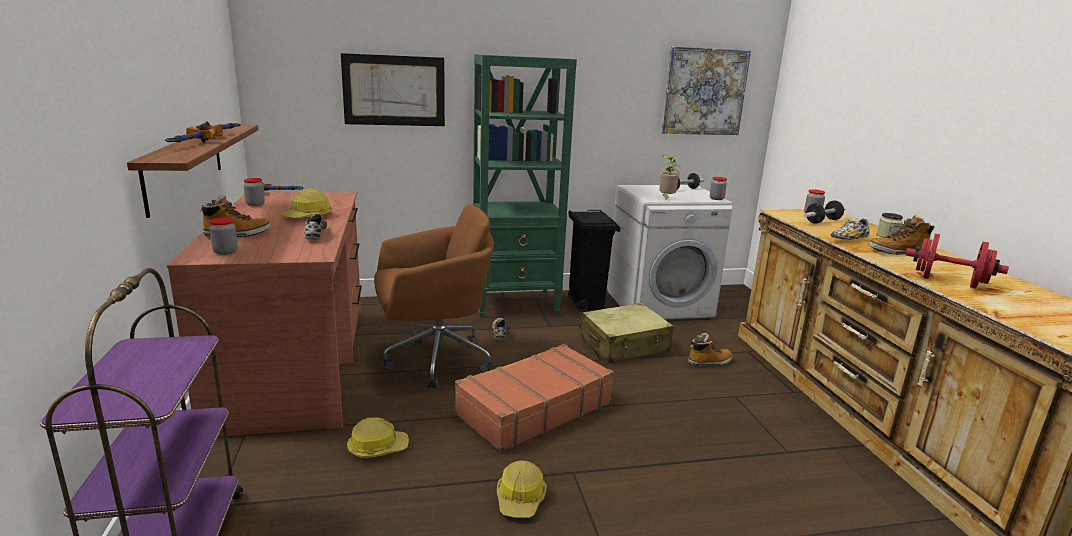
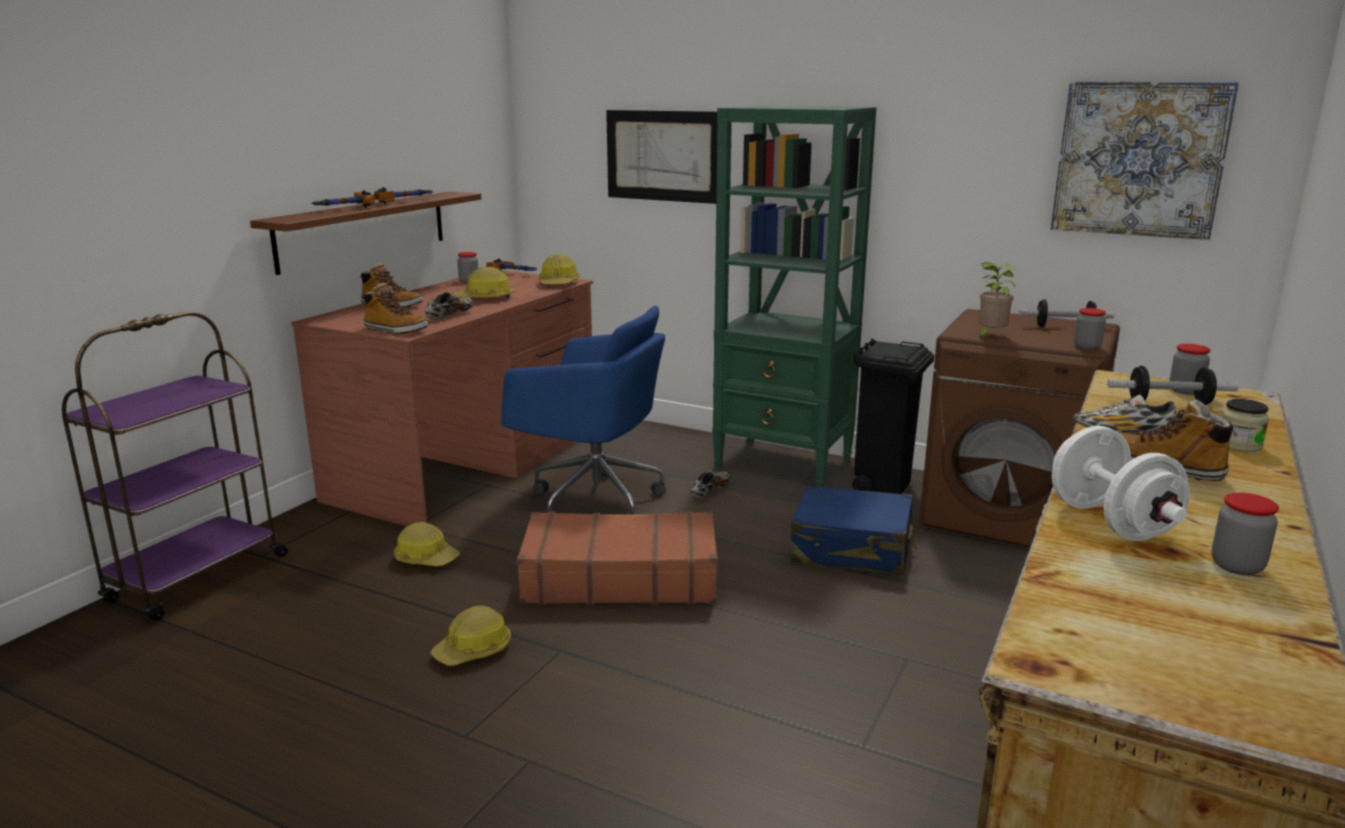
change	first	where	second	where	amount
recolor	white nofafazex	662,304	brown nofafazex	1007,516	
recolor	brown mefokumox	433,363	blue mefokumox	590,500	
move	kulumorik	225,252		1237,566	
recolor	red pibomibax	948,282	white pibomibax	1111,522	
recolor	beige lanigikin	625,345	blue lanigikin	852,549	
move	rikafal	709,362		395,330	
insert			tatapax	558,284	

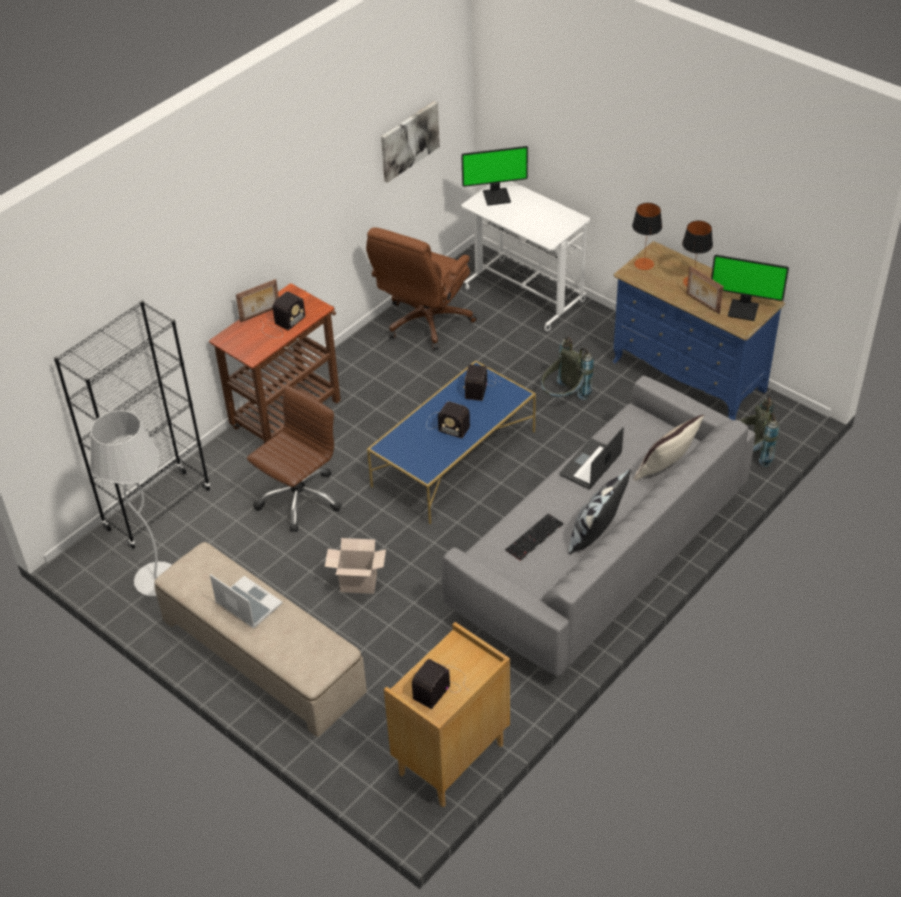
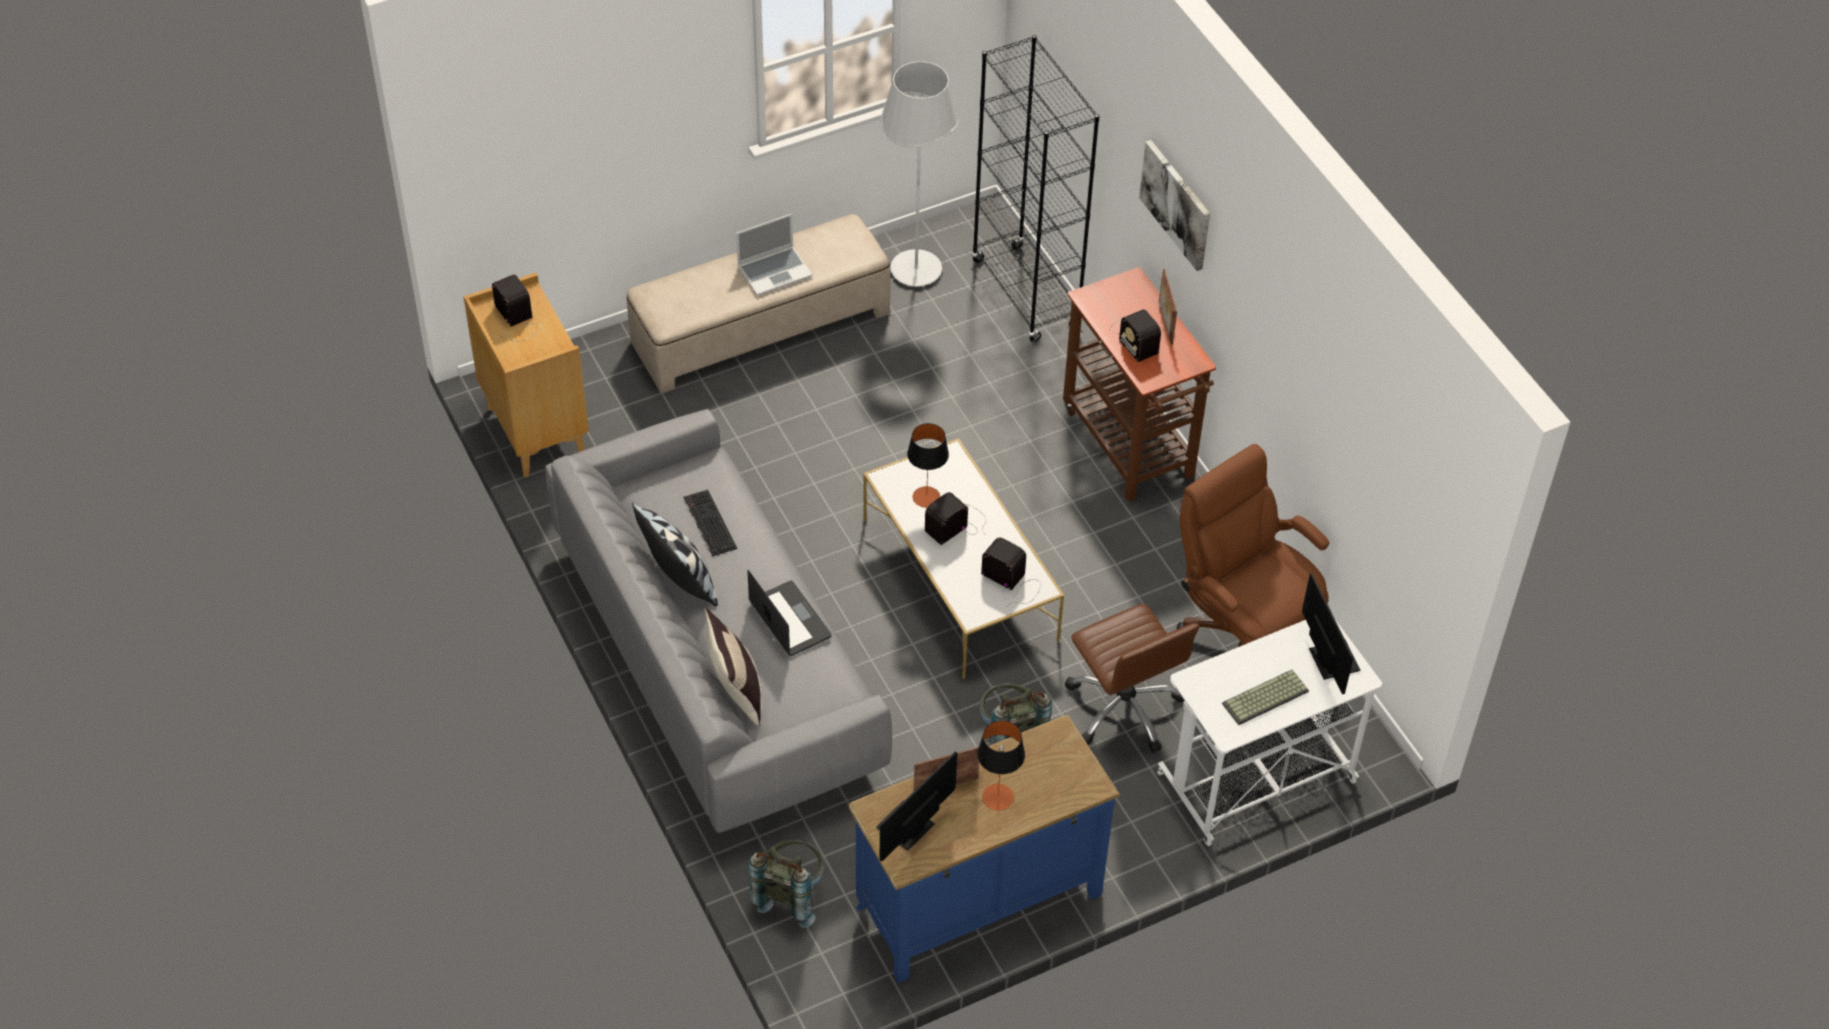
change	first	where	second	where	amount
move	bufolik	409,140		1176,204	
rotate	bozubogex	496,196		1331,660	150 degrees clockwise
move	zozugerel	644,264		926,497	
recolor	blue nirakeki	453,459	white nirakeki	959,578	
move	brown mefokumox	299,498		1124,707	
delete	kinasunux	357,584			
insert			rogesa	1265,699	

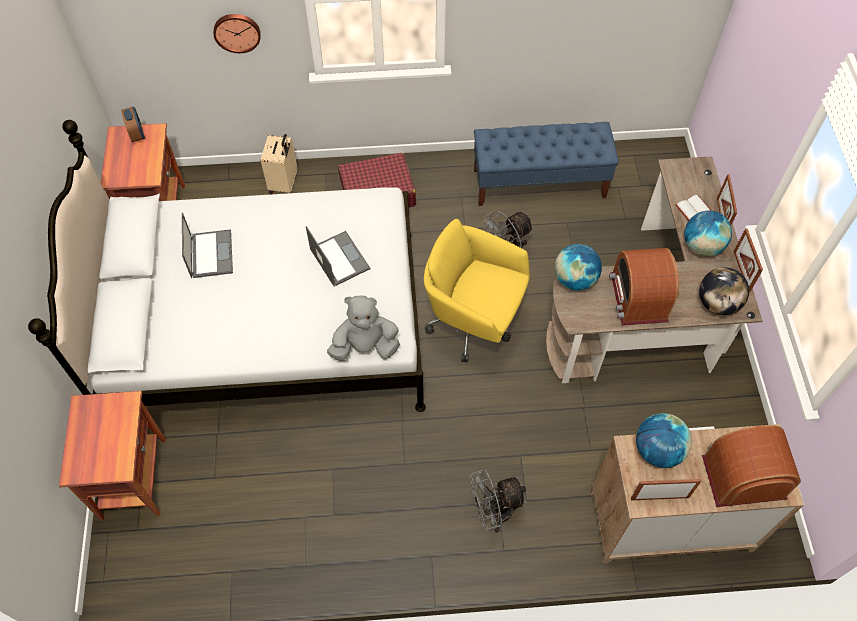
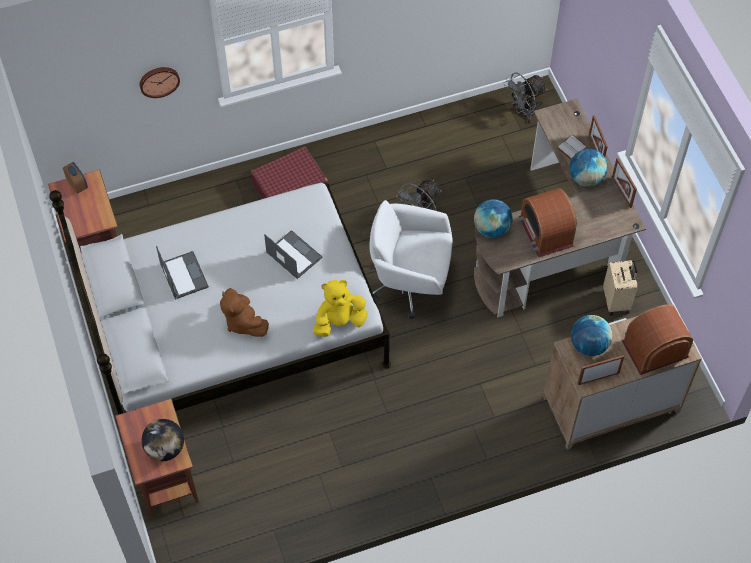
change	first	where	second	where	amount
delete	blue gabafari	539,183			
move	beige lanigikin	284,184		617,301	
recolor	yellow mefokumox	473,326	white mefokumox	410,286	
move	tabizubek	717,303		165,448	
recolor	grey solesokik	365,347	yellow solesokik	339,321	
move	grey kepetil	493,512		523,112	
insert			brown solesokik	243,322	

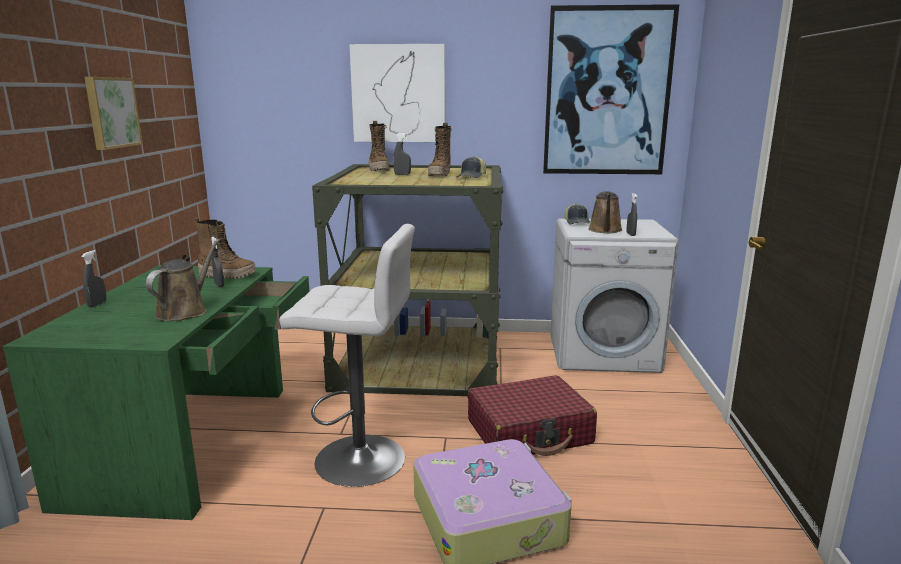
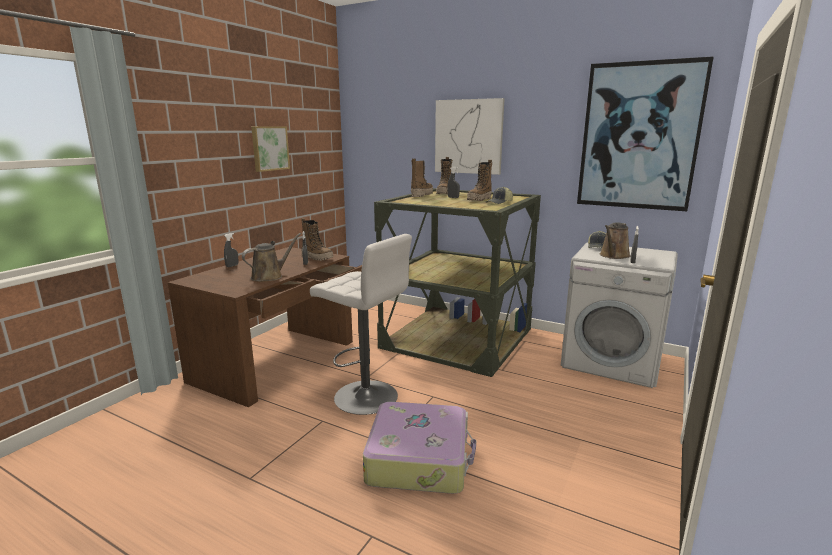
change	first	where	second	where	amount
recolor	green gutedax	197,441	brown gutedax	283,362	
delete	red lanigikin	529,432			
insert			rikafal	421,195	

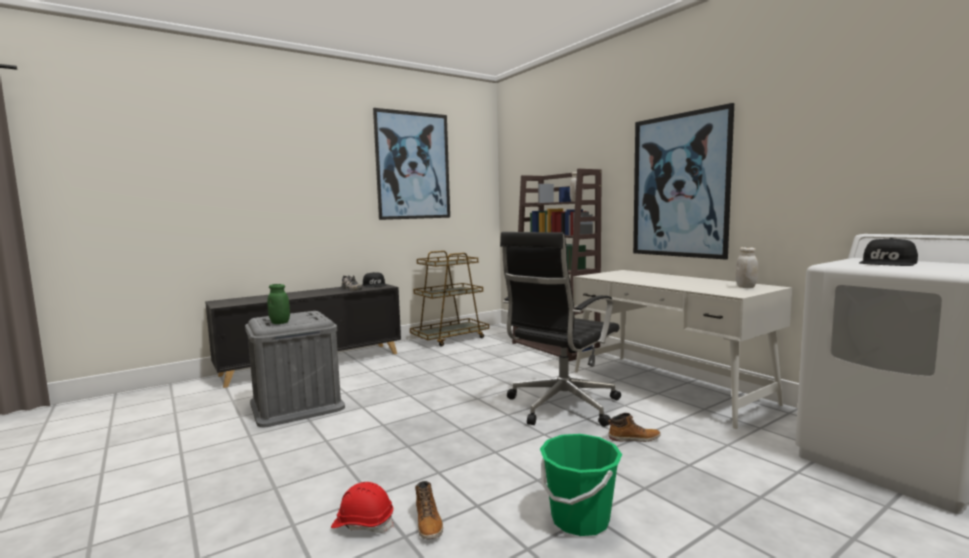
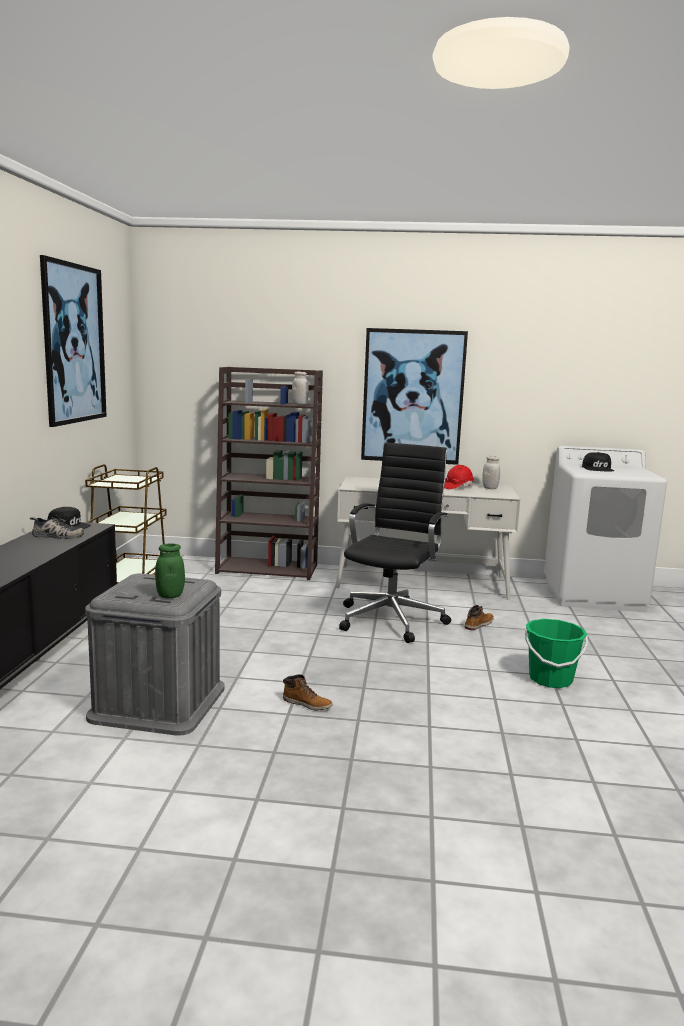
change	first	where	second	where	amount
rotate	black mefokumox	561,407		392,619	150 degrees counterclockwise
move	rikafal	428,523		307,704	
move	red tatapax	363,524		457,487	

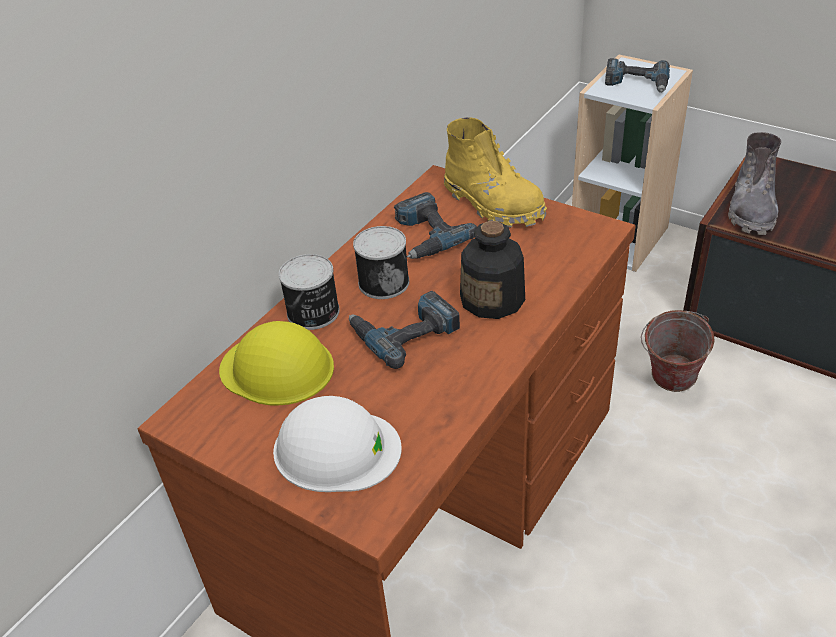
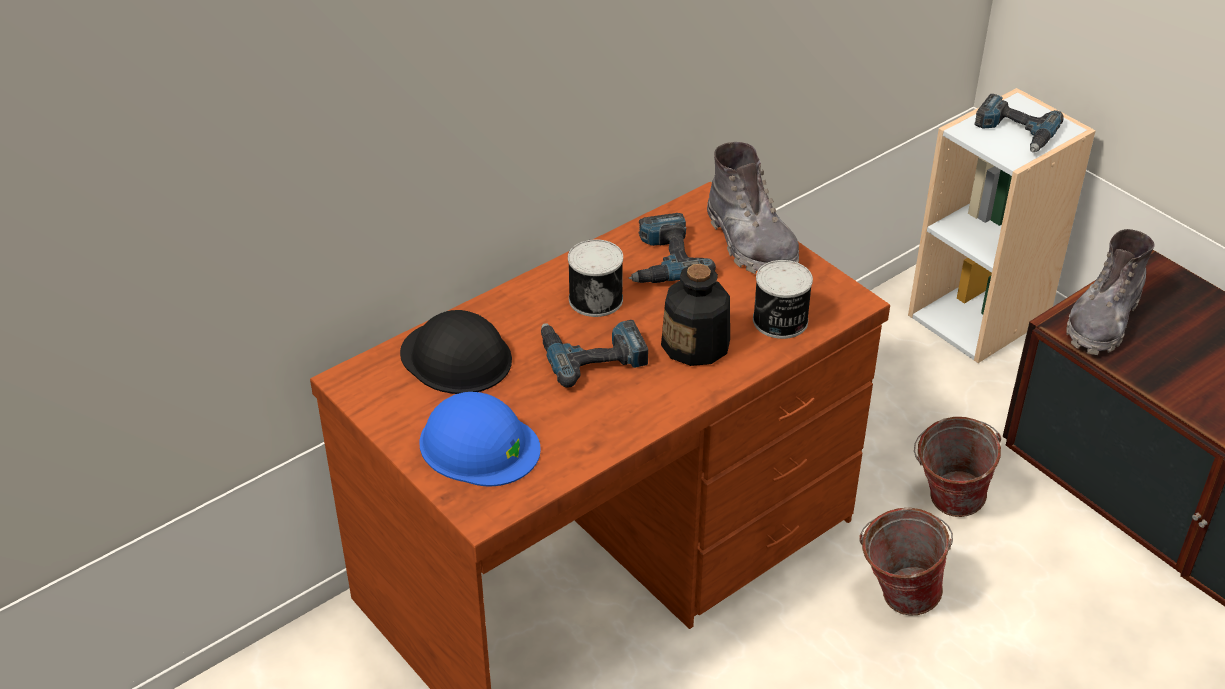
change	first	where	second	where	amount
recolor	yellow rikafal	493,204	grey rikafal	751,243	
move	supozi	313,313		780,321	
recolor	yellow tatapax	277,368	black tatapax	456,357	
recolor	white tatapax	336,449	blue tatapax	478,445	
insert			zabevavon	896,597	

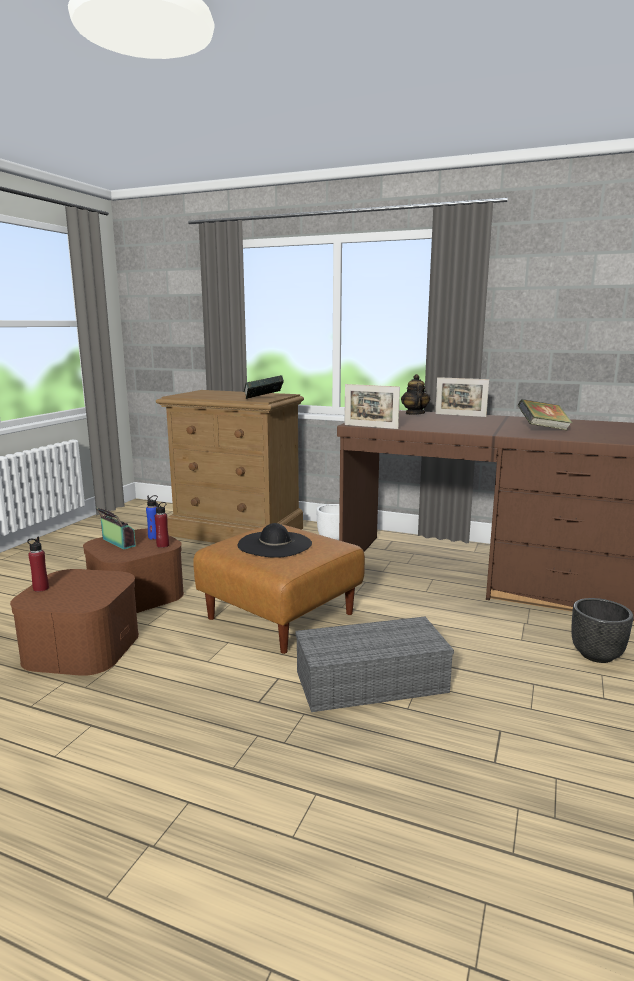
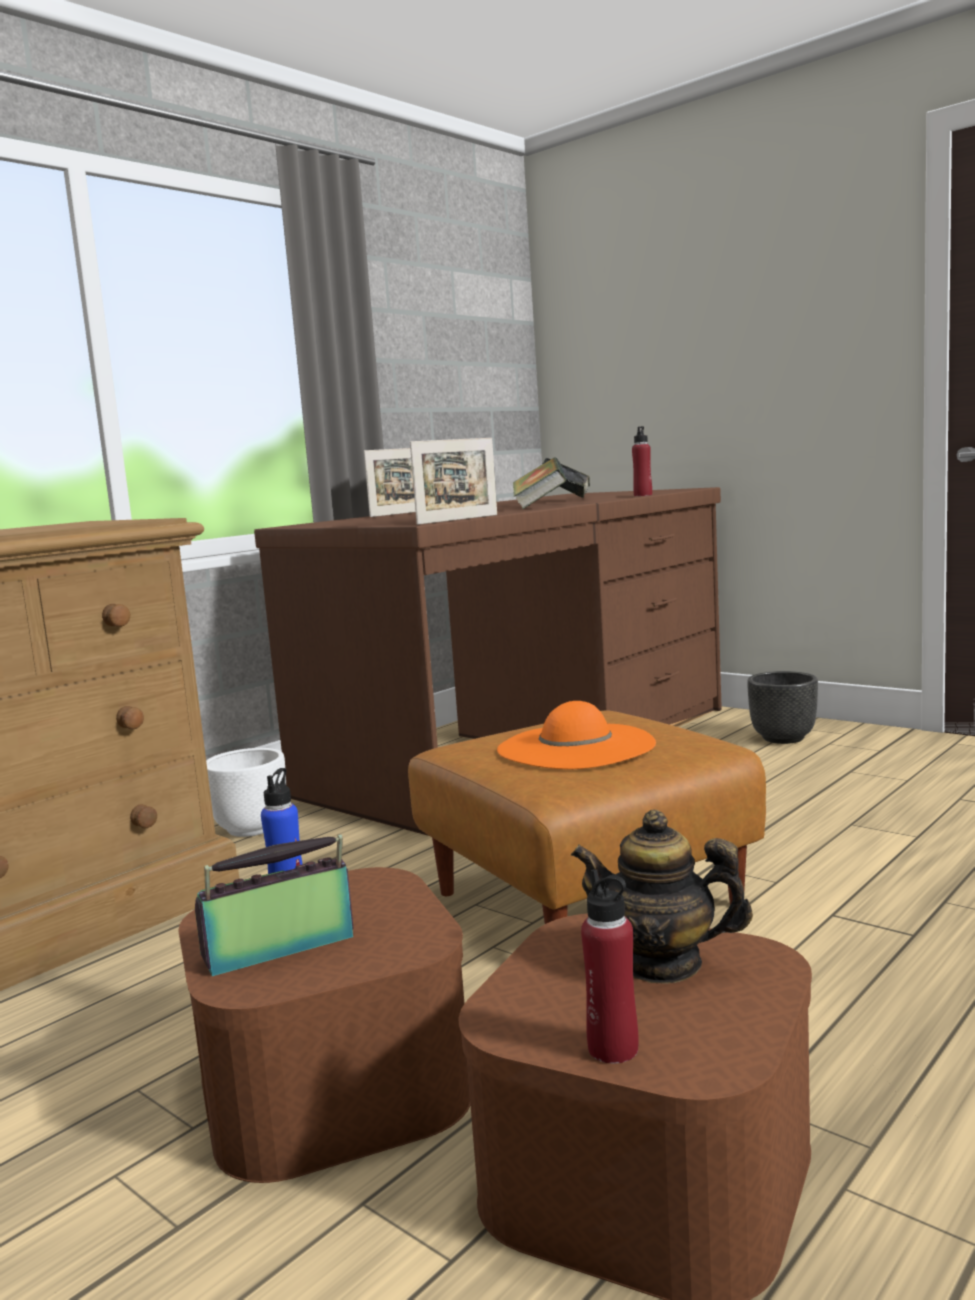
change	first	where	second	where	amount
move	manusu	414,414		661,964	
move	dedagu	263,399		539,506	
move	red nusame	163,545		643,495	
recolor	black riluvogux	274,544	orange riluvogux	576,746	
delete	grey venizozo	369,683			

